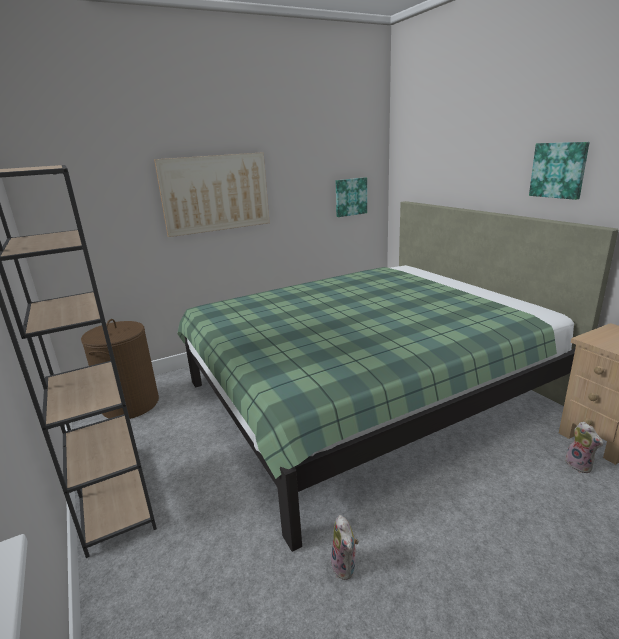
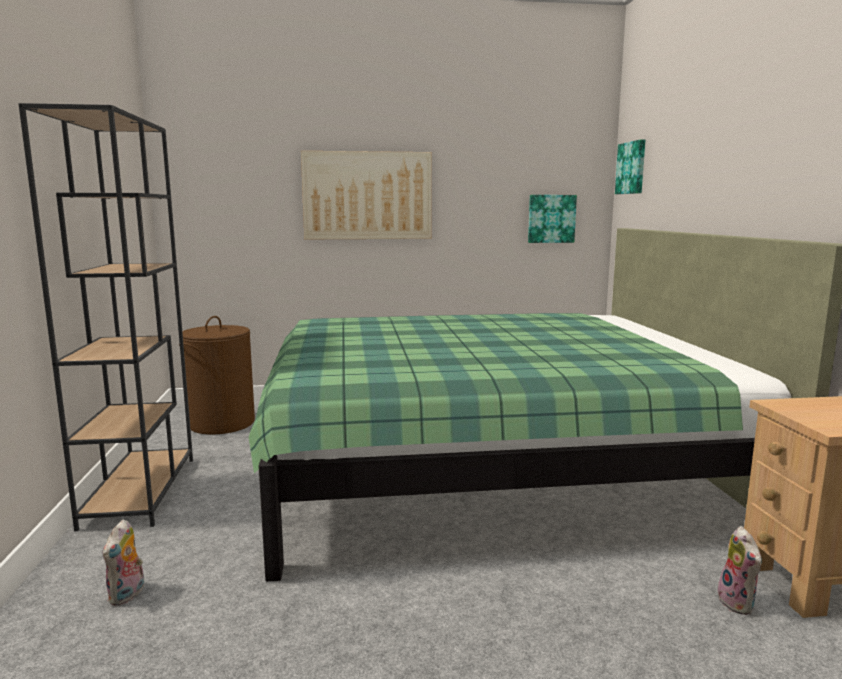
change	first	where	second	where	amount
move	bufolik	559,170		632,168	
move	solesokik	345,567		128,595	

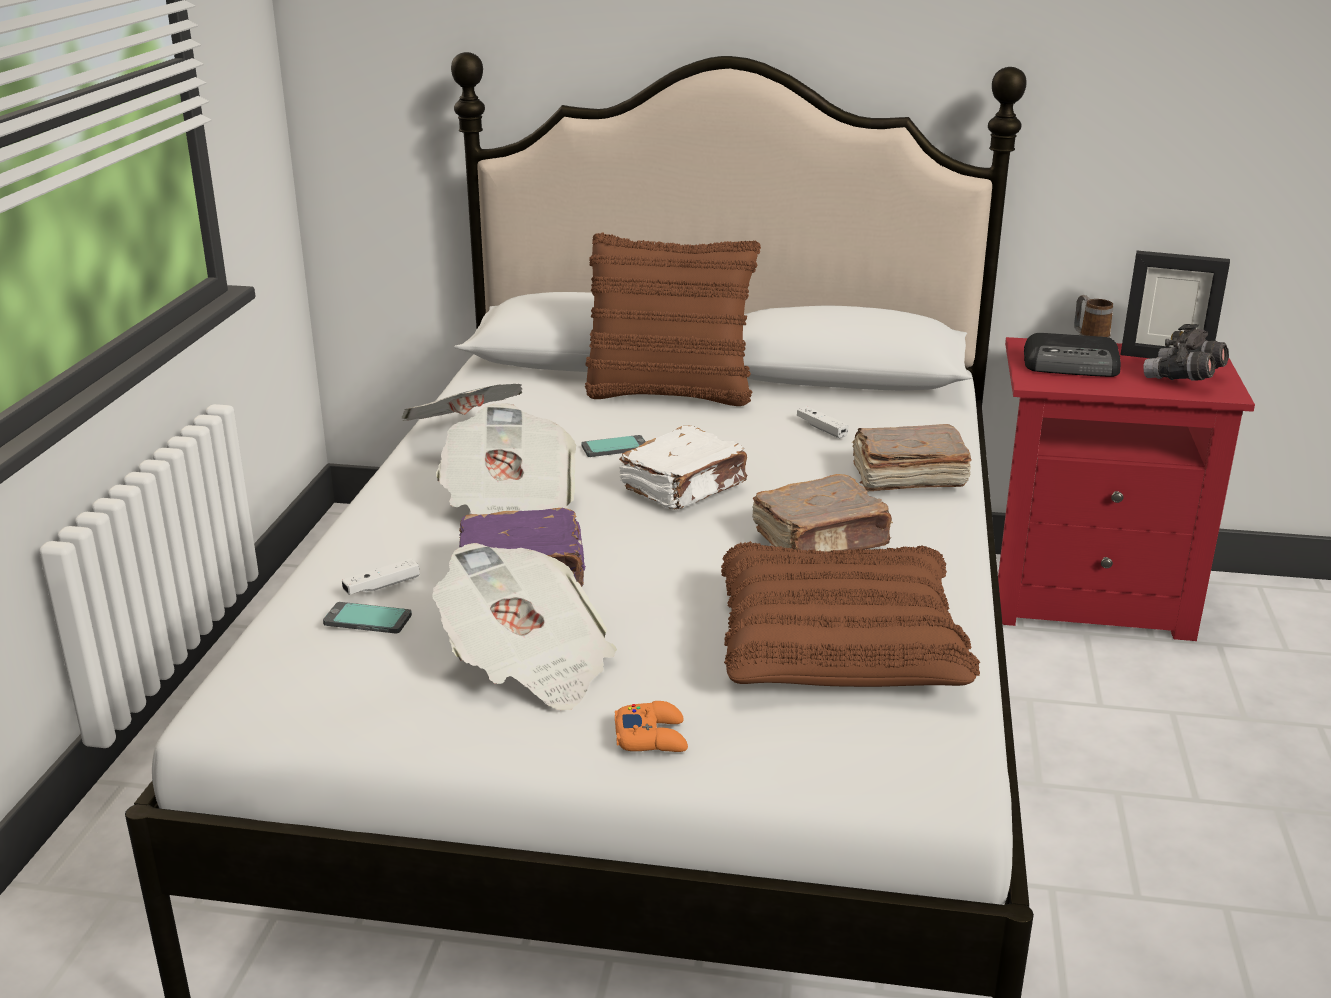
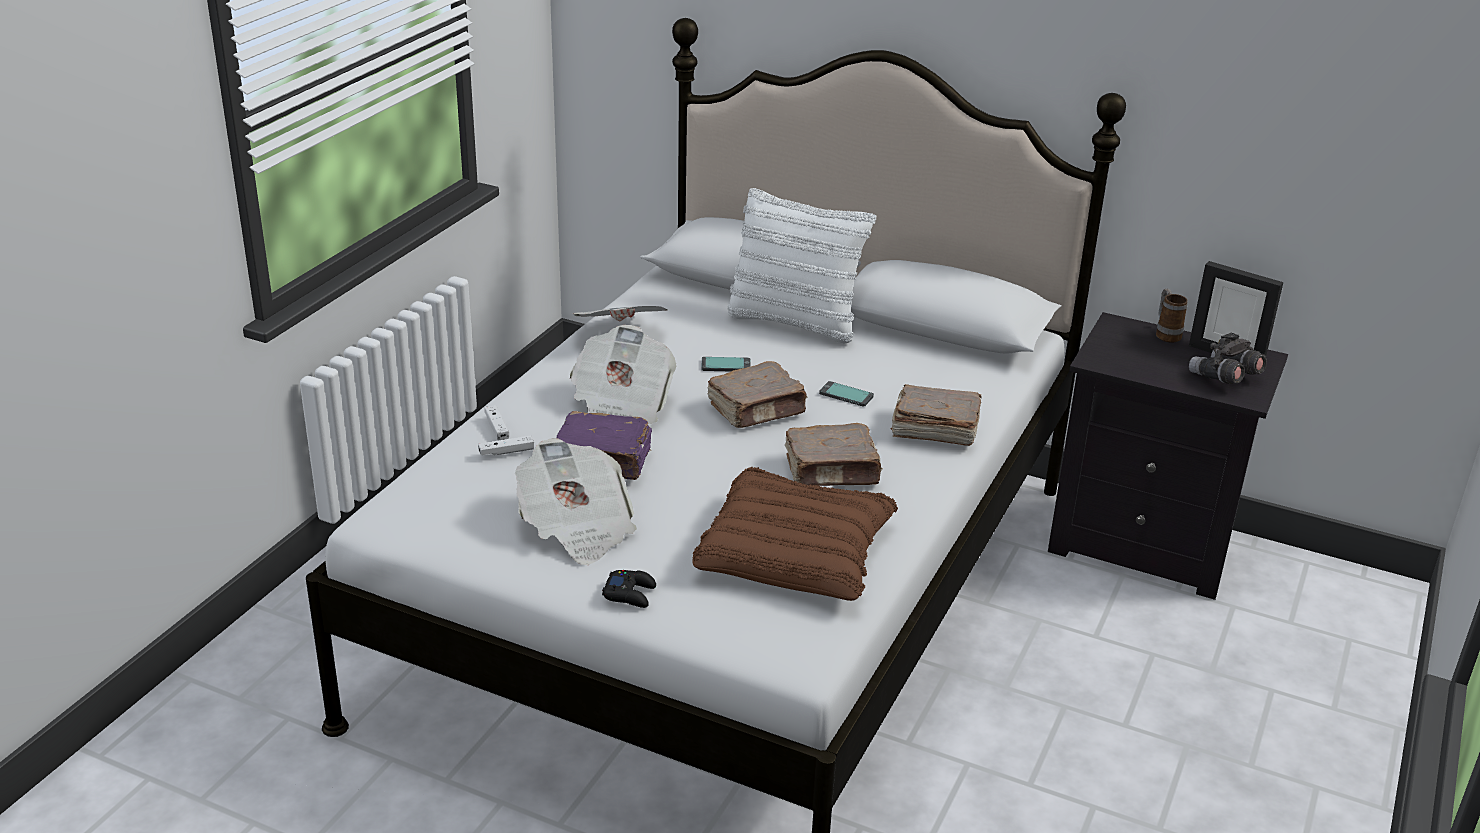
change	first	where	second	where	amount
recolor	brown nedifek	671,394	white nedifek	796,323	
delete	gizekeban	1072,365			
recolor	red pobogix	1088,599	black pobogix	1144,545	
move	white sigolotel	821,428		497,428	
recolor	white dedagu	685,488	brown dedagu	757,410	
move	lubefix	367,620		846,395	
recolor	orange sigolotel	652,736	black sigolotel	630,594	

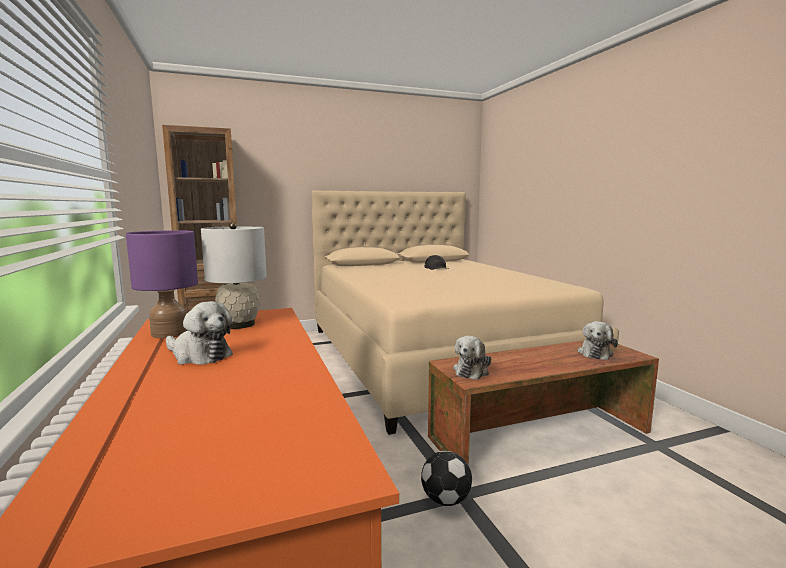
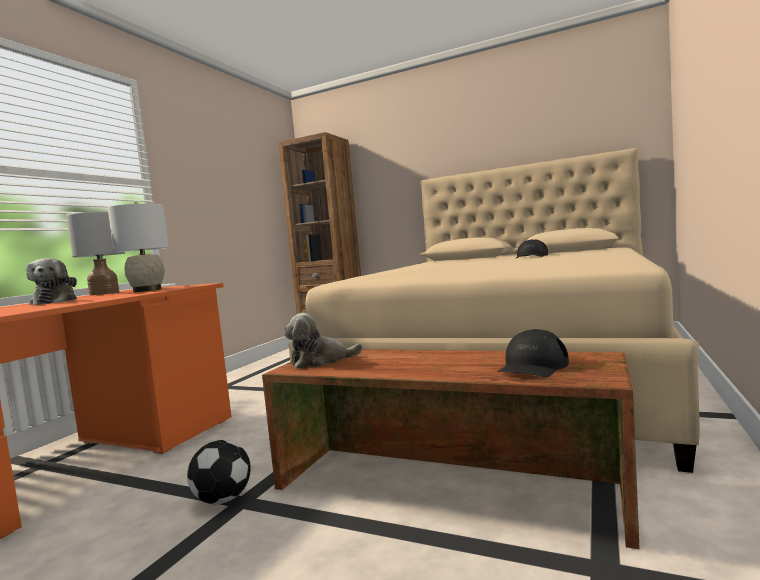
change	first	where	second	where	amount
recolor	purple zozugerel	170,333	grey zozugerel	105,293	
replace	solesokik	595,353	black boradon	532,366	

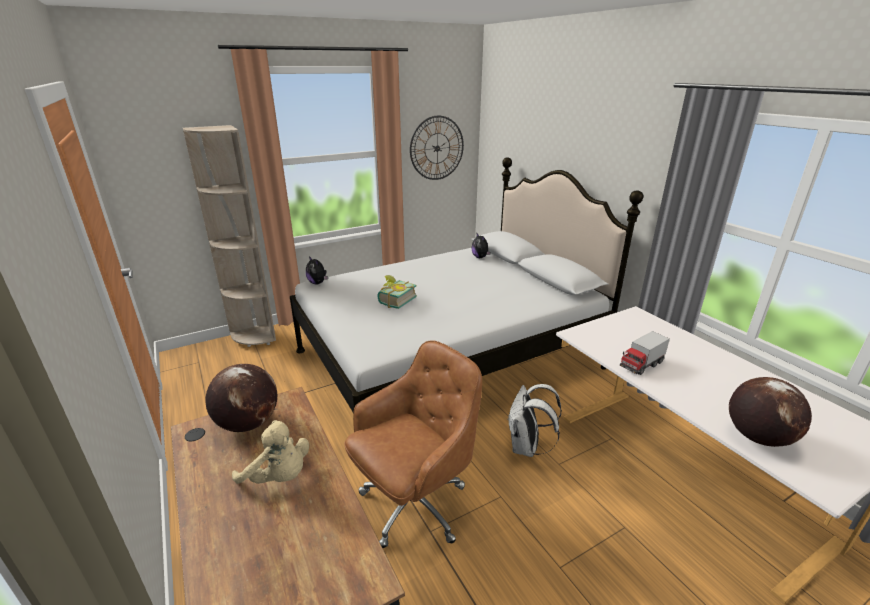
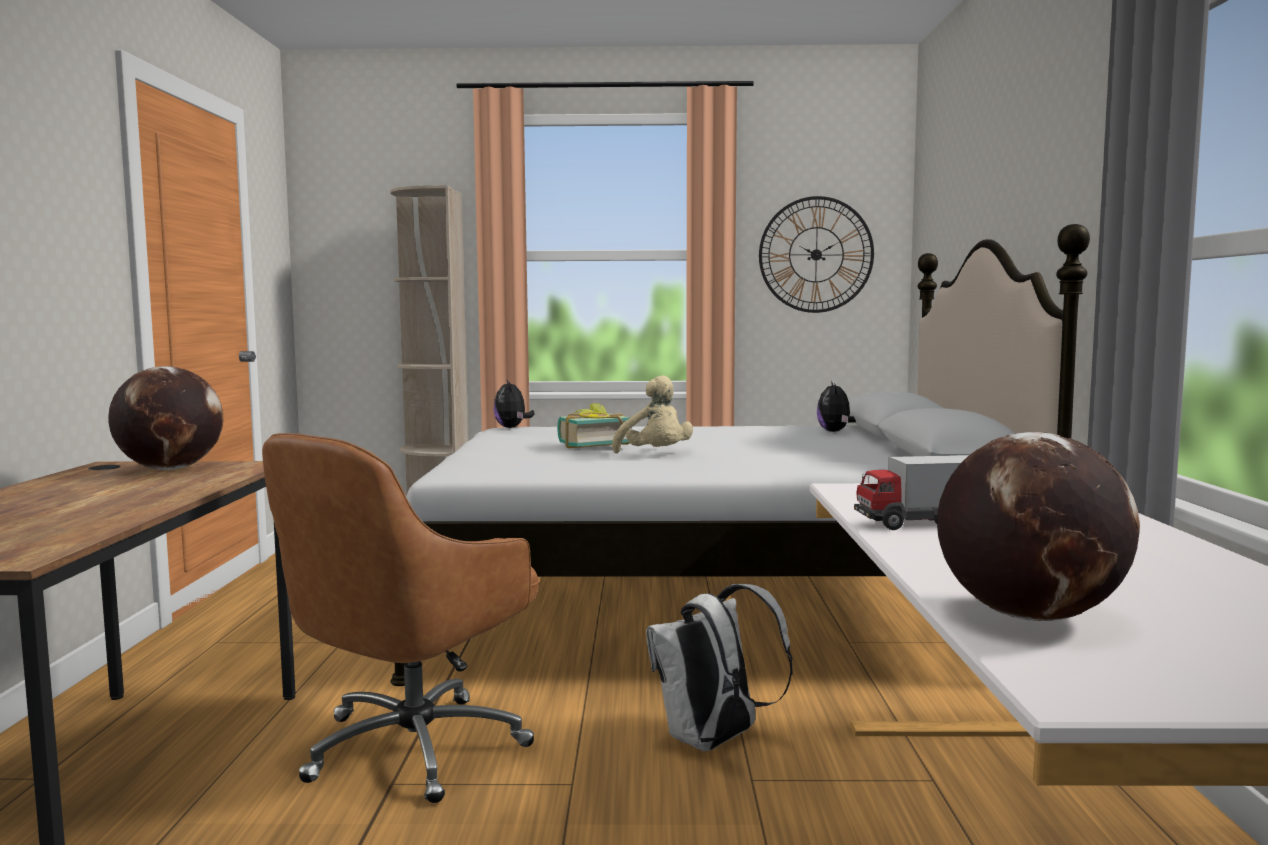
change	first	where	second	where	amount
rotate	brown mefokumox	414,504		413,747	135 degrees clockwise
move	beige solesokik	279,477		655,455	

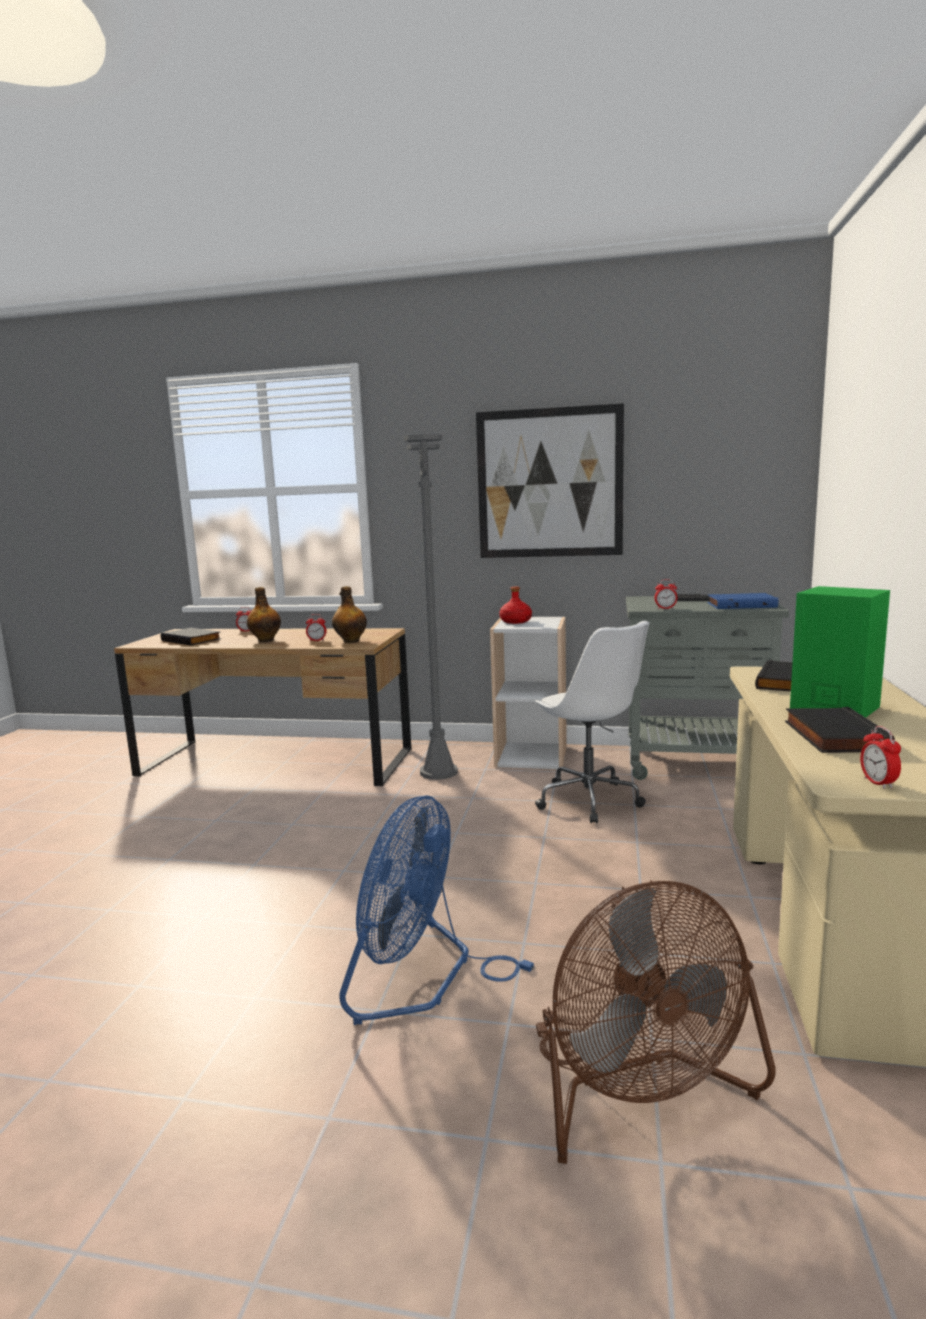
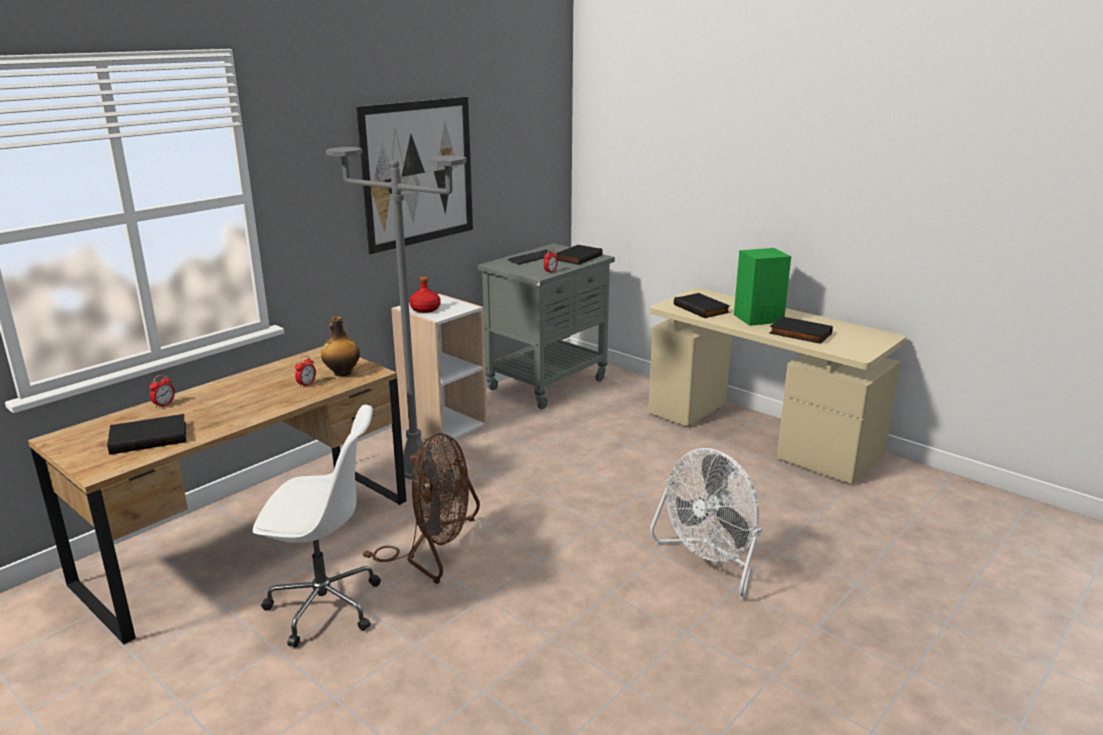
change	first	where	second	where	amount
delete	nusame	266,640			
recolor	blue dedagu	741,605	black dedagu	577,257	
move	white mefokumox	590,801		327,607	
delete	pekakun	878,783			
recolor	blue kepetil	431,972	white kepetil	710,559	
move	brown kepetil	631,1094		432,549	

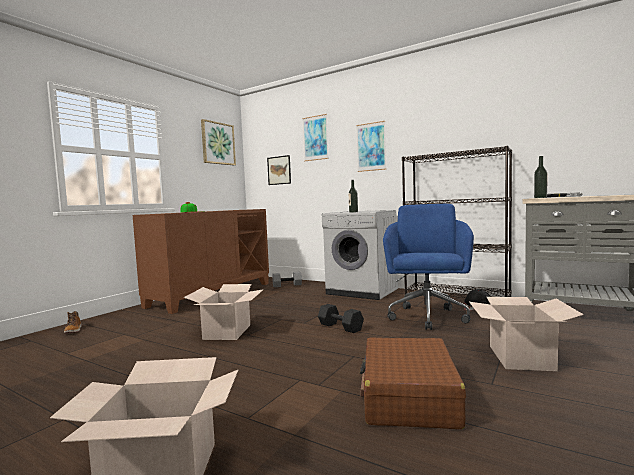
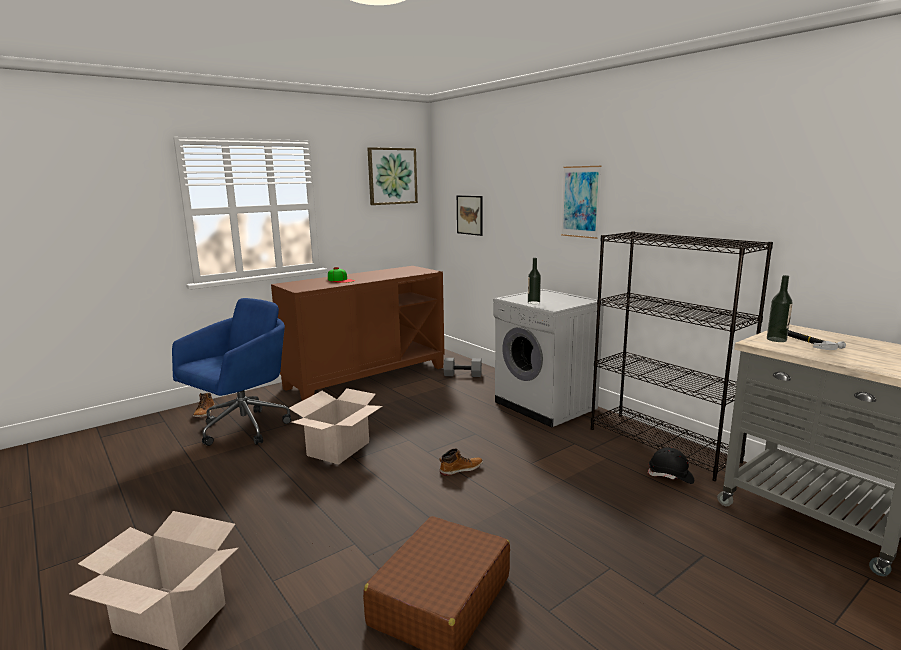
change	first	where	second	where	amount
delete	bufolik	315,138			
move	blue mefokumox	428,318		241,430	
delete	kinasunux	521,358			
replace	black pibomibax	339,327	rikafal	461,469	

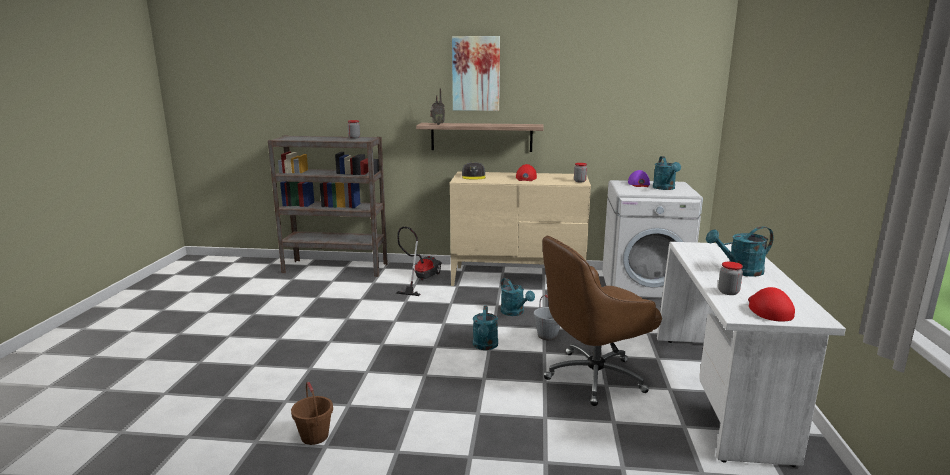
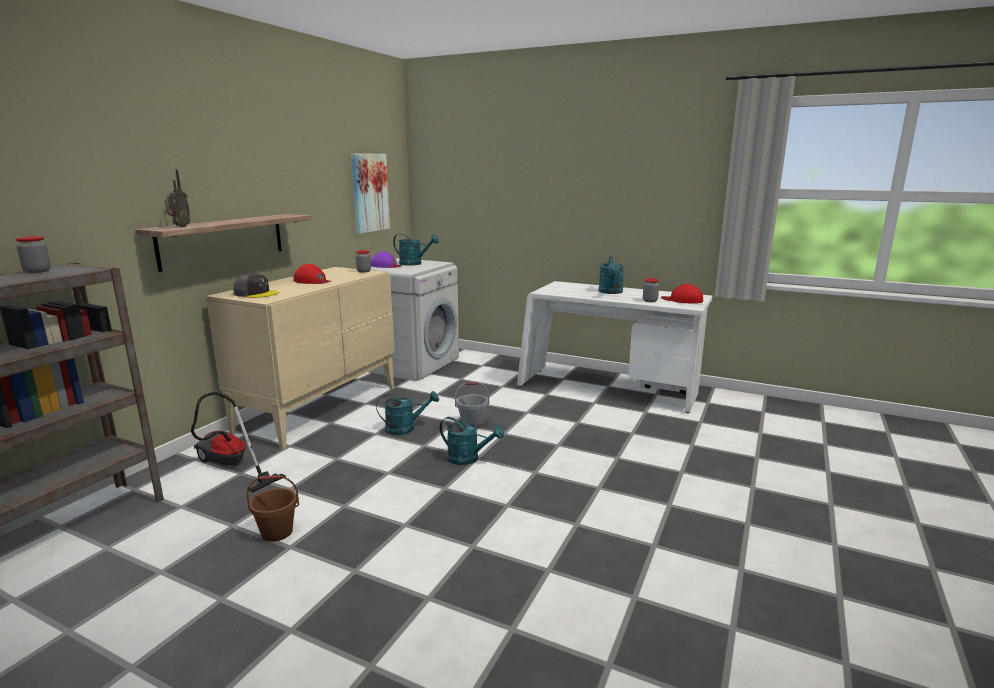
change	first	where	second	where	amount
move	bufolik	476,73		369,193	
delete	brown mefokumox	594,377			
move	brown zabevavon	315,436		277,532	

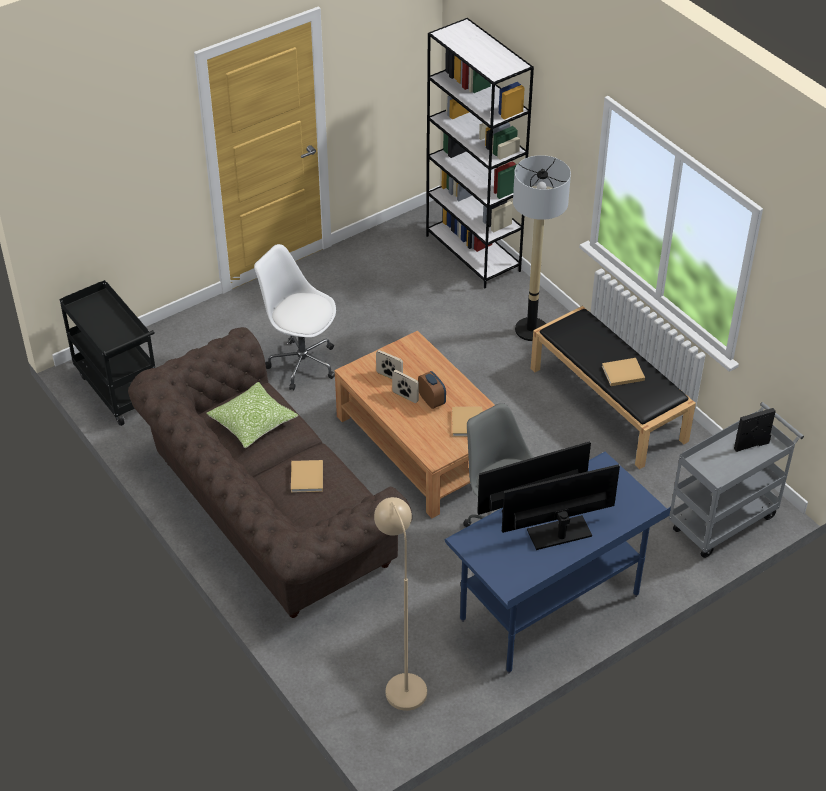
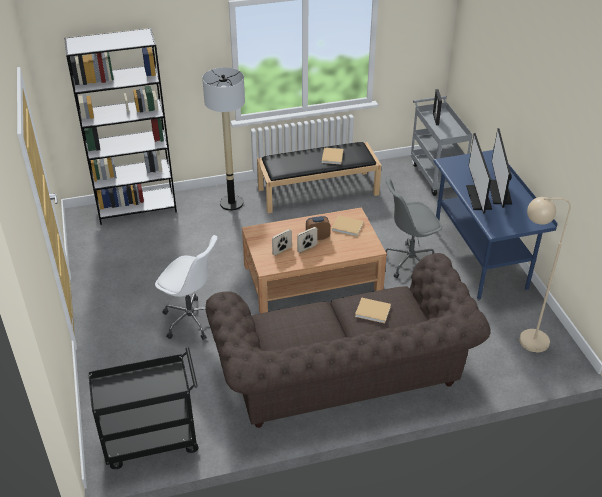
change	first	where	second	where	amount
rotate	white mefokumox	301,364		192,321	120 degrees counterclockwise
delete	nedifek	253,422			

